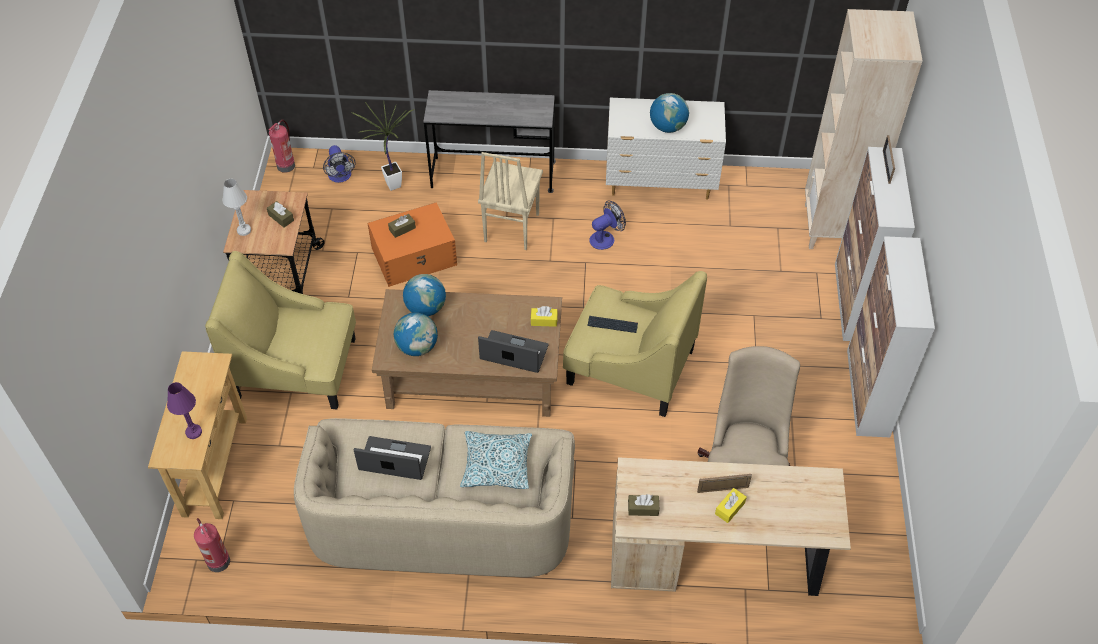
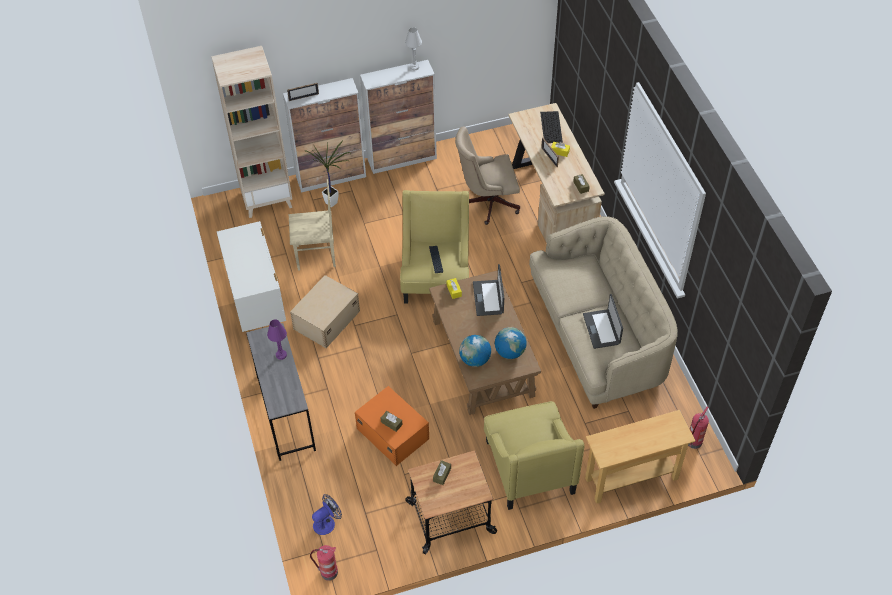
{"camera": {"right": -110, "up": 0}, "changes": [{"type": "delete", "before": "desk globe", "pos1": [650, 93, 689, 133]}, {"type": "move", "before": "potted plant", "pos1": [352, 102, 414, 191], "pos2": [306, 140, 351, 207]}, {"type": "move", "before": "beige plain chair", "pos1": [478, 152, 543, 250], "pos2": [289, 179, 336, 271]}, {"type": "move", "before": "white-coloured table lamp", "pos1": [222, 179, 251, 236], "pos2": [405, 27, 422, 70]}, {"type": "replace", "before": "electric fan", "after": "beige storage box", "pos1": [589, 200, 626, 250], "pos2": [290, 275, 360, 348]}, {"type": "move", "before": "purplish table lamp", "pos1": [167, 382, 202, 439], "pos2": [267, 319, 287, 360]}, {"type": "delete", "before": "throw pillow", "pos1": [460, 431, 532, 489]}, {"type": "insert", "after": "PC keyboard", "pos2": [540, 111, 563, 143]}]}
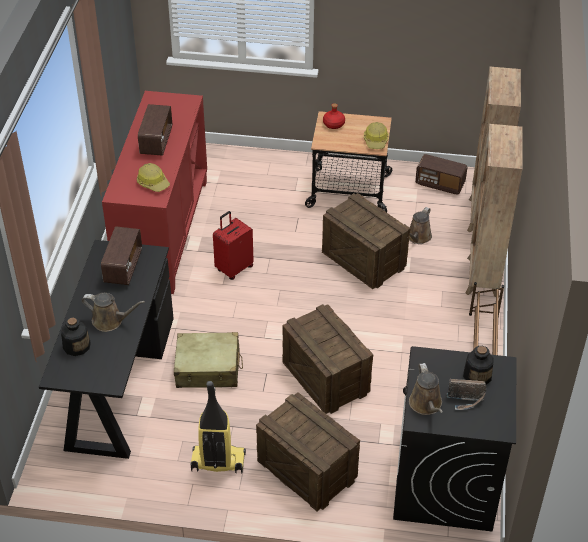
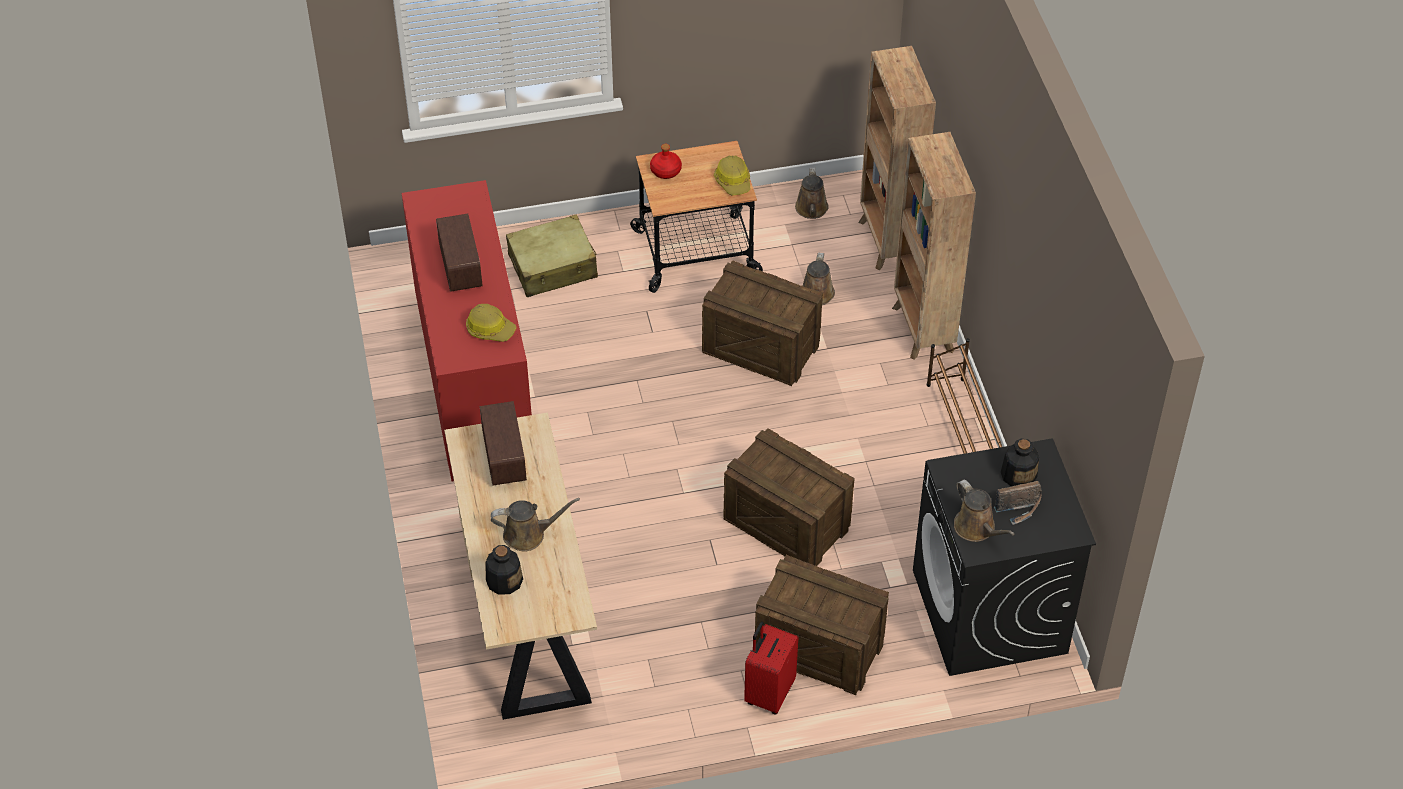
{"camera": {"right": -20, "up": 5}, "changes": [{"type": "replace", "before": "radio set", "after": "brown-coloured sprinkling can", "pos1": [415, 154, 468, 194], "pos2": [795, 168, 829, 219]}, {"type": "move", "before": "reddish travel case", "pos1": [213, 211, 254, 280], "pos2": [744, 622, 798, 714]}, {"type": "recolor", "before": "blackish desk unit", "after": "beige desk unit", "pos1": [39, 240, 174, 459], "pos2": [444, 413, 597, 720]}, {"type": "move", "before": "beige travel case", "pos1": [174, 332, 243, 388], "pos2": [506, 214, 598, 297]}, {"type": "delete", "before": "hoover", "pos1": [191, 381, 246, 473]}]}
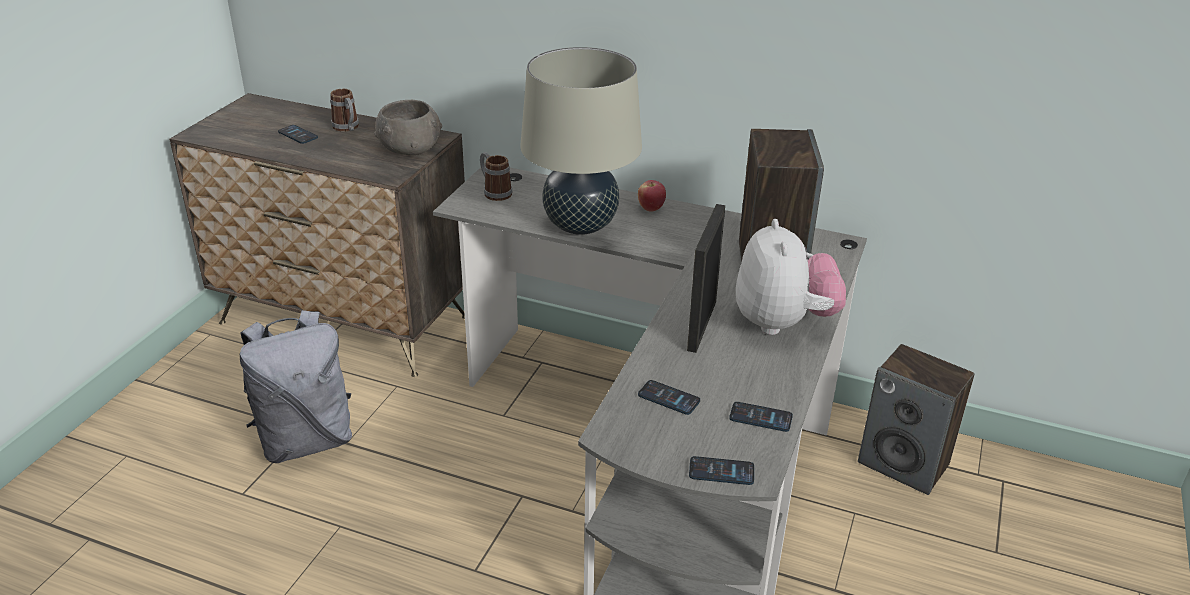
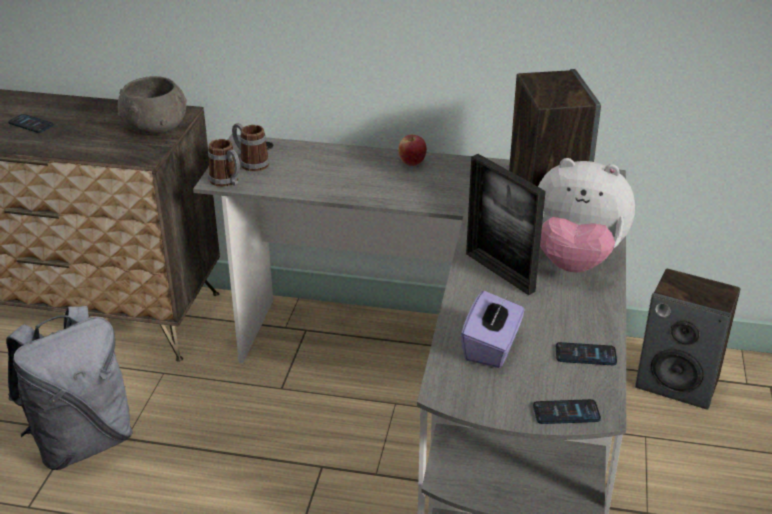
{"camera": {"right": -10, "up": 0}, "changes": [{"type": "delete", "before": "beige table lamp", "pos1": [520, 47, 642, 235]}, {"type": "move", "before": "mug", "pos1": [330, 89, 359, 131], "pos2": [208, 139, 240, 187]}, {"type": "rotate", "before": "photo frame", "pos1": [687, 204, 725, 353], "pos2": [466, 154, 546, 295], "turn": -45}, {"type": "rotate", "before": "plush toy", "pos1": [736, 219, 846, 335], "pos2": [538, 158, 635, 273], "turn": 120}, {"type": "replace", "before": "handset", "after": "purplish tissue holder", "pos1": [638, 380, 700, 415], "pos2": [461, 291, 524, 368]}]}
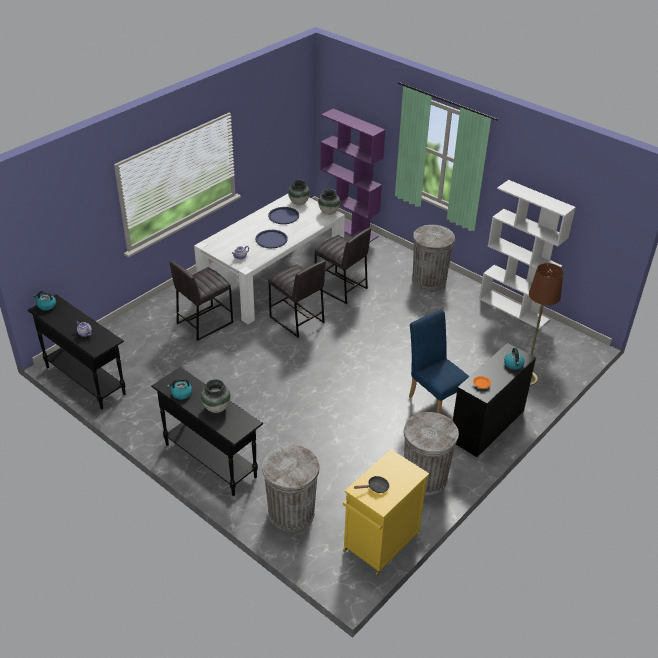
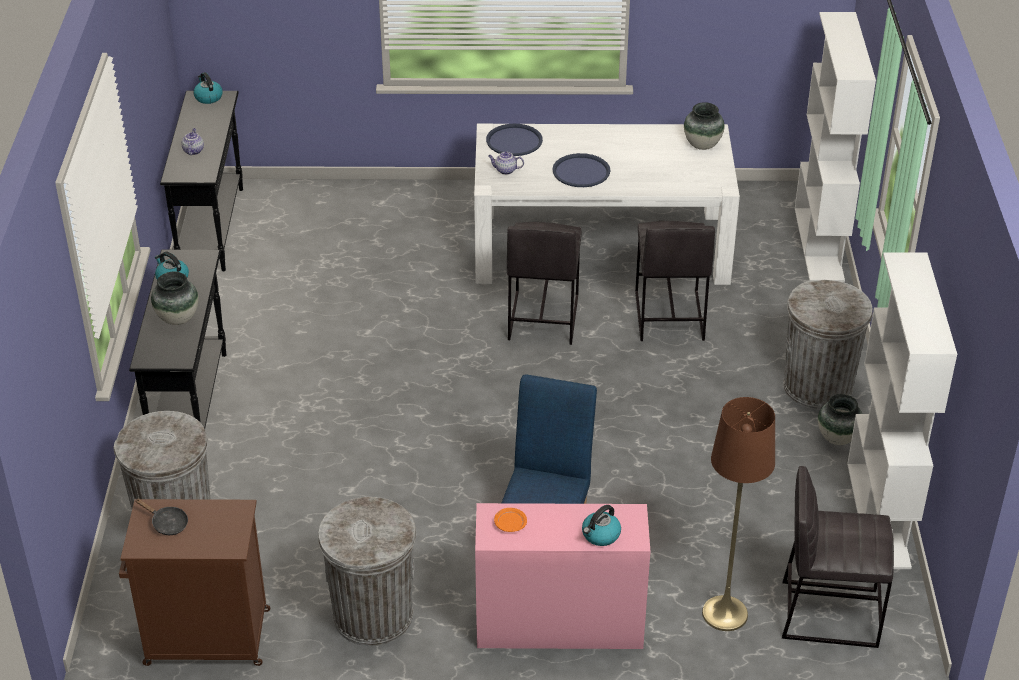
{"camera": {"right": 50, "up": 0}, "changes": [{"type": "recolor", "before": "purplish shelving unit", "after": "white-coloured shelving unit", "pos1": [320, 108, 385, 242], "pos2": [795, 12, 876, 282]}, {"type": "move", "before": "flower vase", "pos1": [318, 189, 340, 215], "pos2": [818, 394, 862, 445]}, {"type": "move", "before": "blue carrying tray", "pos1": [268, 207, 299, 224], "pos2": [486, 124, 543, 156]}, {"type": "move", "before": "grey stool seat", "pos1": [170, 261, 233, 341], "pos2": [782, 466, 894, 648]}, {"type": "recolor", "before": "blackish desk unit", "after": "pink desk unit", "pos1": [453, 343, 536, 457], "pos2": [475, 503, 651, 649]}, {"type": "recolor", "before": "yellow storage cabinet", "after": "brown-coloured storage cabinet", "pos1": [343, 449, 429, 576], "pos2": [119, 499, 270, 666]}]}
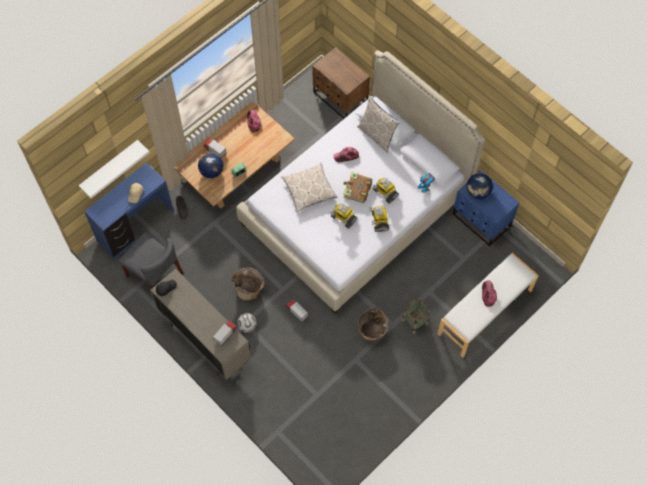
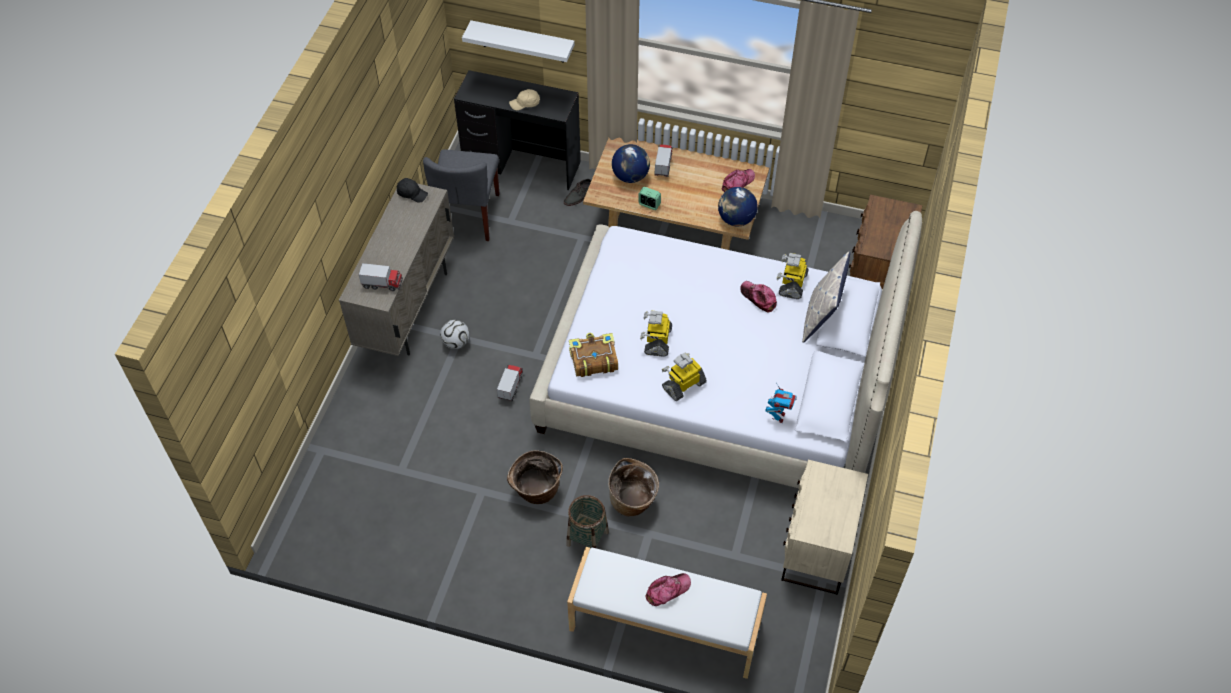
{"camera": {"right": 60, "up": -10}, "changes": [{"type": "recolor", "before": "blue desk unit", "after": "blackish desk unit", "pos1": [84, 162, 174, 259], "pos2": [454, 70, 581, 190]}, {"type": "delete", "before": "throw pillow", "pos1": [281, 163, 338, 212]}, {"type": "recolor", "before": "blue bedside table", "after": "beige bedside table", "pos1": [453, 170, 519, 246], "pos2": [781, 459, 868, 595]}, {"type": "move", "before": "book", "pos1": [343, 172, 372, 203], "pos2": [569, 333, 618, 377]}, {"type": "move", "before": "desk globe", "pos1": [467, 173, 493, 199], "pos2": [718, 187, 758, 226]}, {"type": "move", "before": "toy robot", "pos1": [373, 177, 399, 204], "pos2": [777, 253, 809, 299]}, {"type": "move", "before": "basket", "pos1": [231, 267, 265, 300], "pos2": [608, 458, 659, 516]}]}
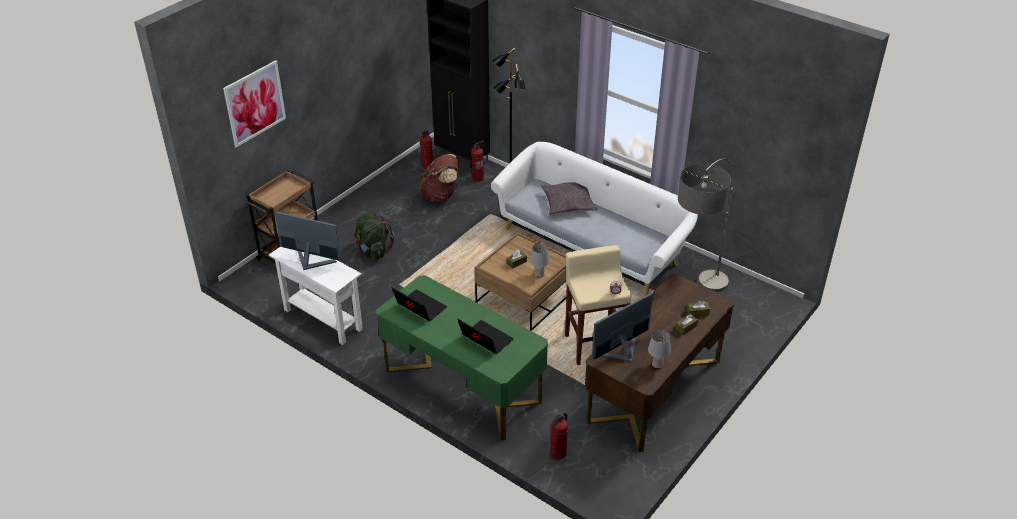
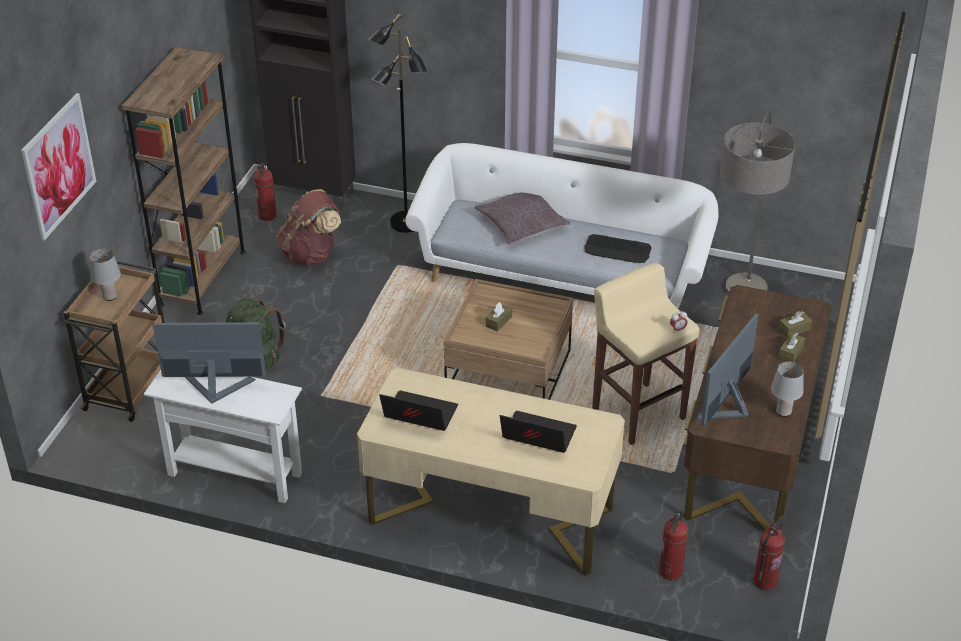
{"camera": {"right": -20, "up": 0}, "changes": [{"type": "move", "before": "fire extinguisher", "pos1": [469, 140, 484, 182], "pos2": [753, 516, 785, 590]}, {"type": "move", "before": "grey table lamp", "pos1": [530, 243, 550, 278], "pos2": [90, 249, 121, 301]}, {"type": "recolor", "before": "green desk unit", "after": "beige desk unit", "pos1": [376, 275, 548, 440], "pos2": [357, 368, 625, 576]}, {"type": "insert", "after": "brown-coloured shelving unit", "pos2": [122, 47, 246, 315]}, {"type": "insert", "after": "PC keyboard", "pos2": [584, 234, 652, 263]}]}
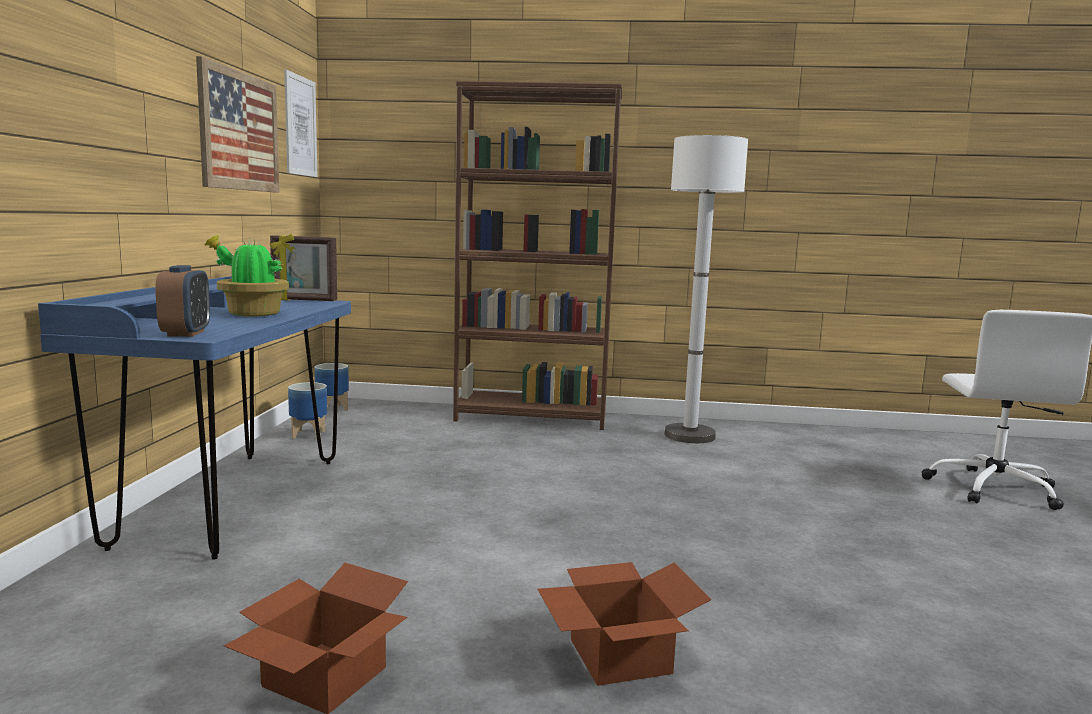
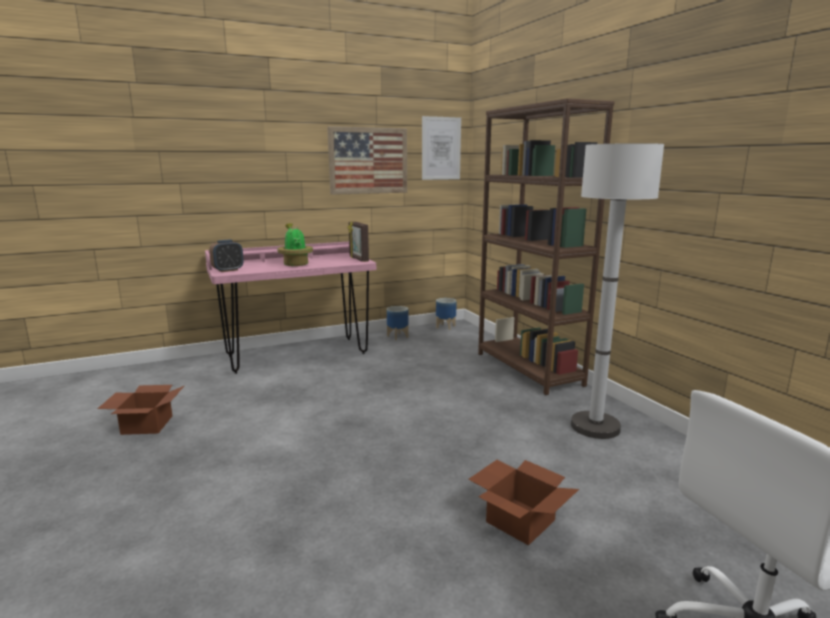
{"camera": {"right": 60, "up": 5}, "changes": [{"type": "recolor", "before": "blue desk unit", "after": "pink desk unit", "pos1": [38, 276, 351, 560], "pos2": [205, 241, 376, 374]}, {"type": "move", "before": "cardboard box", "pos1": [537, 562, 711, 686], "pos2": [468, 460, 579, 545]}]}
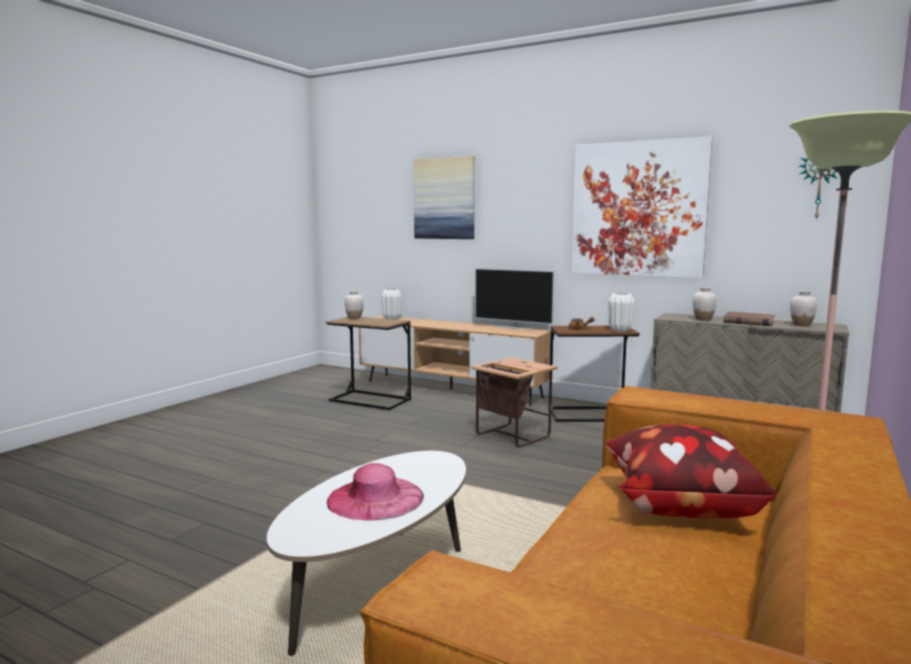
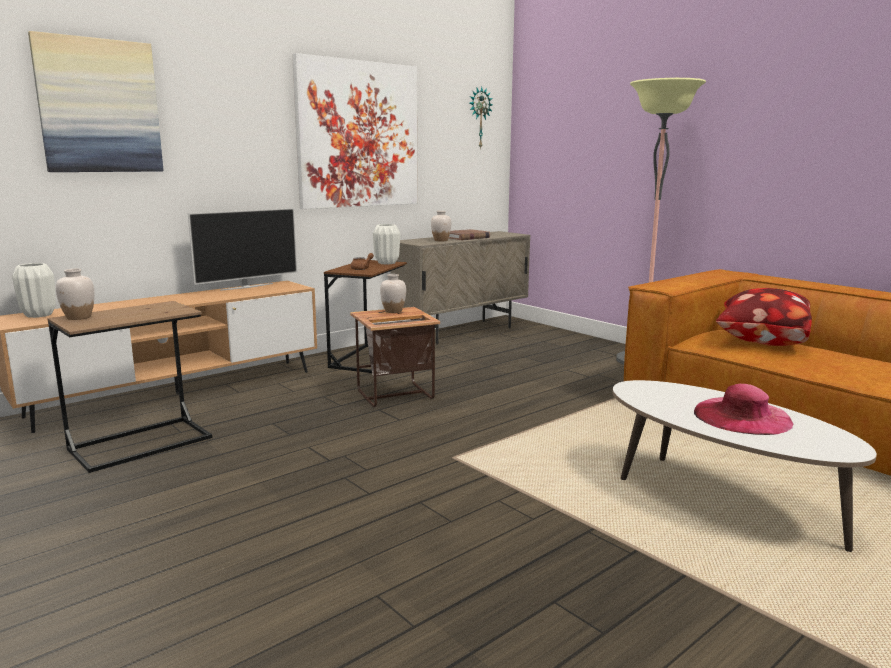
{"camera": {"right": -70, "up": 5}, "changes": [{"type": "move", "before": "white-coloured flower vase", "pos1": [790, 291, 817, 326], "pos2": [380, 274, 406, 313]}]}
